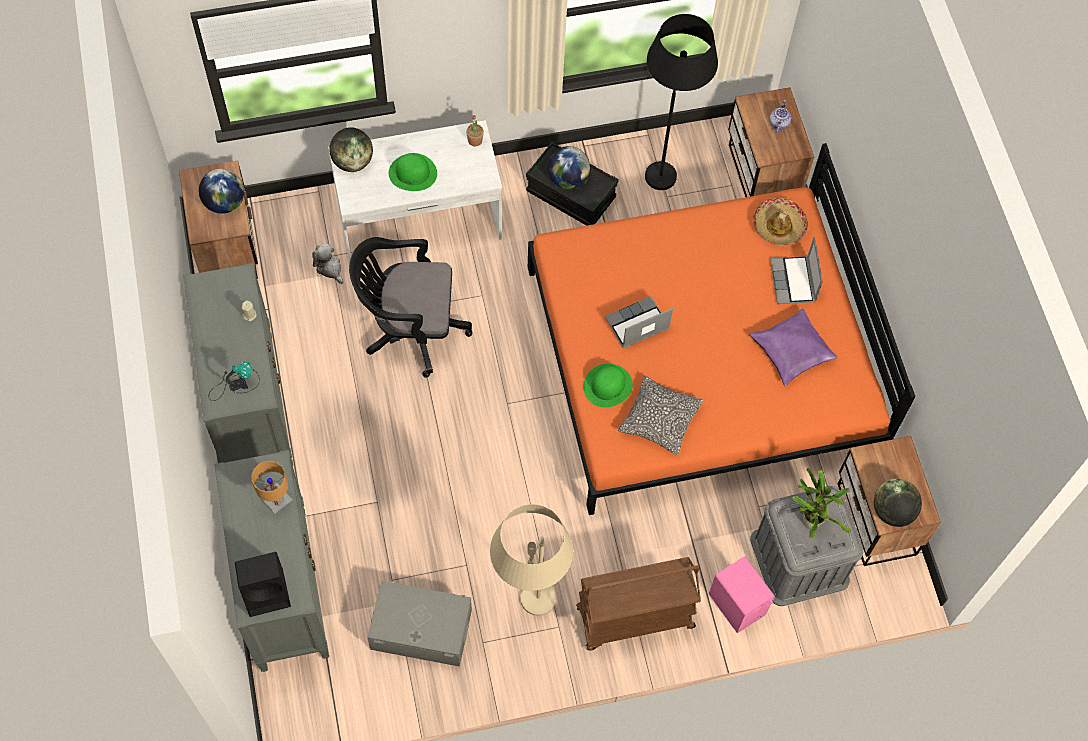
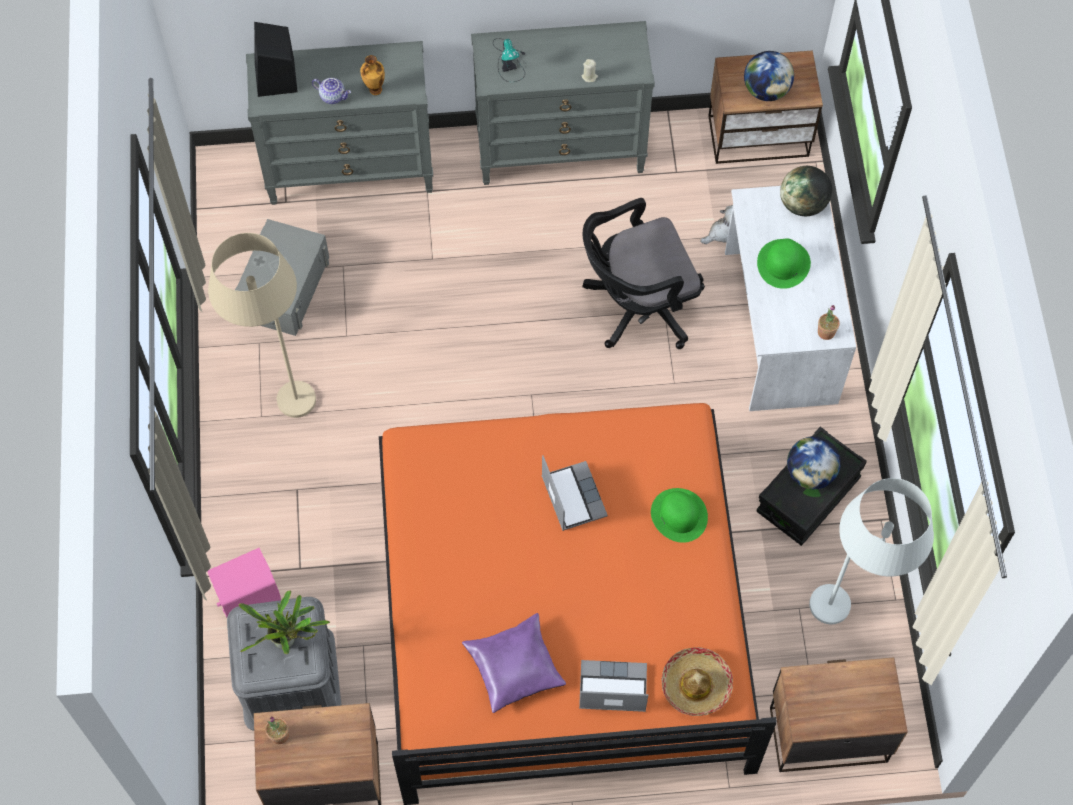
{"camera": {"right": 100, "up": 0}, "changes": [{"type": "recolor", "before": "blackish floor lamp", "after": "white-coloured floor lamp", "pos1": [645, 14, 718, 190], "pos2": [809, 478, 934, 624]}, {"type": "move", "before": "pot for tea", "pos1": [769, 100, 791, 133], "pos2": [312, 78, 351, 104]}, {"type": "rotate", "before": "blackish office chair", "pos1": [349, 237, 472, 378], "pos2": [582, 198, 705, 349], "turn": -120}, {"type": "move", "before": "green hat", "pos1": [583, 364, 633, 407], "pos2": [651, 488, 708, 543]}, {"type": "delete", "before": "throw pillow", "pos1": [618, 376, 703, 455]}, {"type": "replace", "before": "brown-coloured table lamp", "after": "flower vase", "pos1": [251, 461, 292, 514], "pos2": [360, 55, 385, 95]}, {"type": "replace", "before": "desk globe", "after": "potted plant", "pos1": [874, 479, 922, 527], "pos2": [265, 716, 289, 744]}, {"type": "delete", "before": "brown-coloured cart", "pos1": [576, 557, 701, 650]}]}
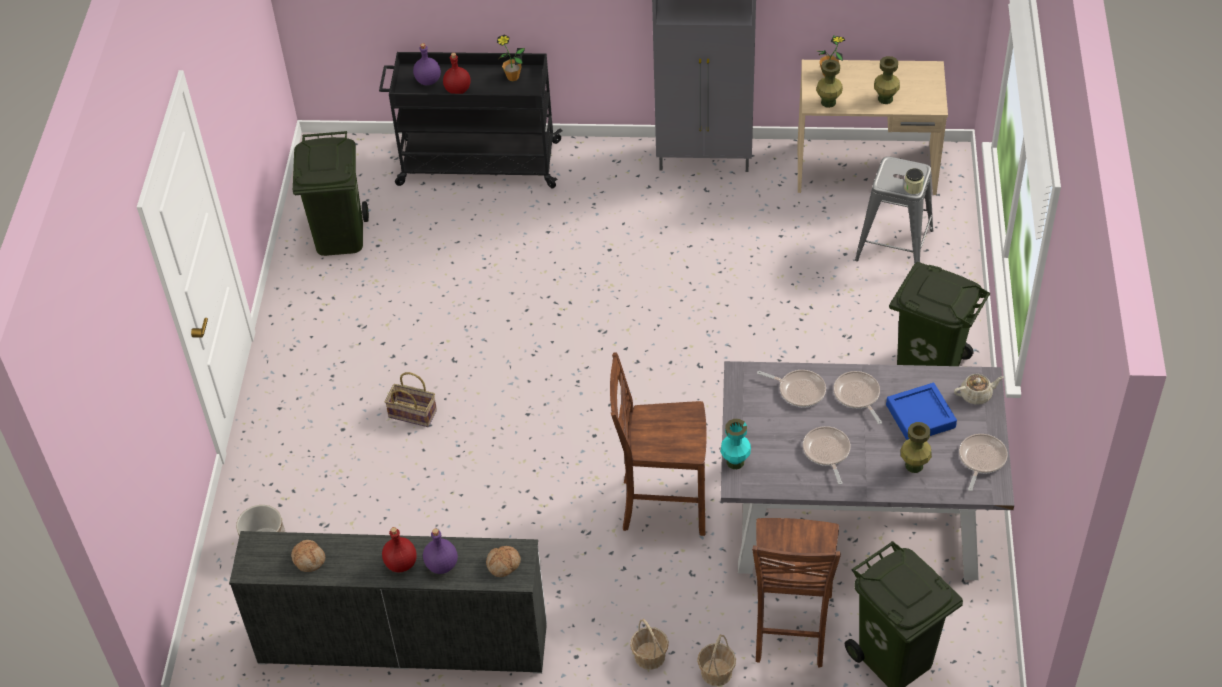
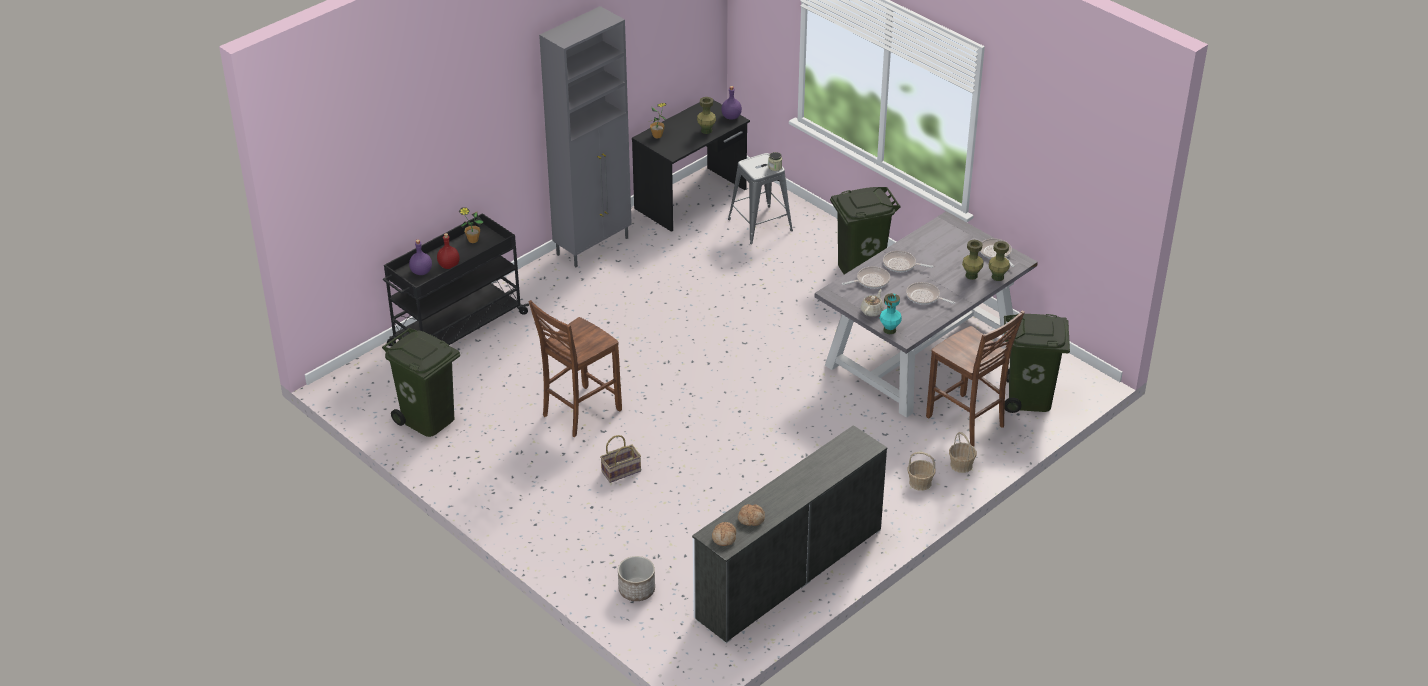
{"camera": {"right": -50, "up": -10}, "changes": [{"type": "recolor", "before": "beige desk unit", "after": "blackish desk unit", "pos1": [798, 60, 948, 195], "pos2": [632, 100, 750, 232]}, {"type": "move", "before": "green flower vase", "pos1": [816, 60, 843, 108], "pos2": [988, 241, 1010, 281]}, {"type": "move", "before": "brown-coloured plain chair", "pos1": [610, 352, 707, 536], "pos2": [528, 300, 622, 437]}, {"type": "move", "before": "beige pot for tea", "pos1": [954, 374, 1004, 405], "pos2": [861, 289, 884, 317]}, {"type": "delete", "before": "blue carrying tray", "pos1": [886, 383, 957, 440]}, {"type": "delete", "before": "reddish drink bottle", "pos1": [382, 527, 417, 572]}, {"type": "move", "before": "purplish drink bottle", "pos1": [423, 528, 458, 574], "pos2": [721, 86, 742, 120]}, {"type": "move", "before": "bread", "pos1": [486, 546, 521, 577], "pos2": [712, 522, 736, 546]}]}
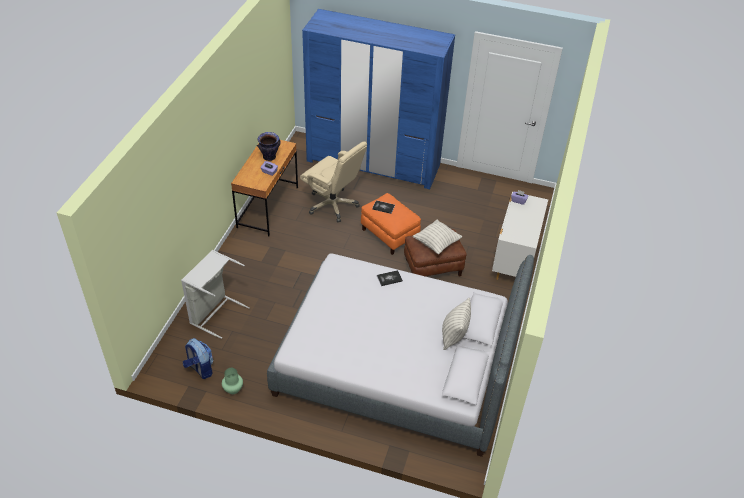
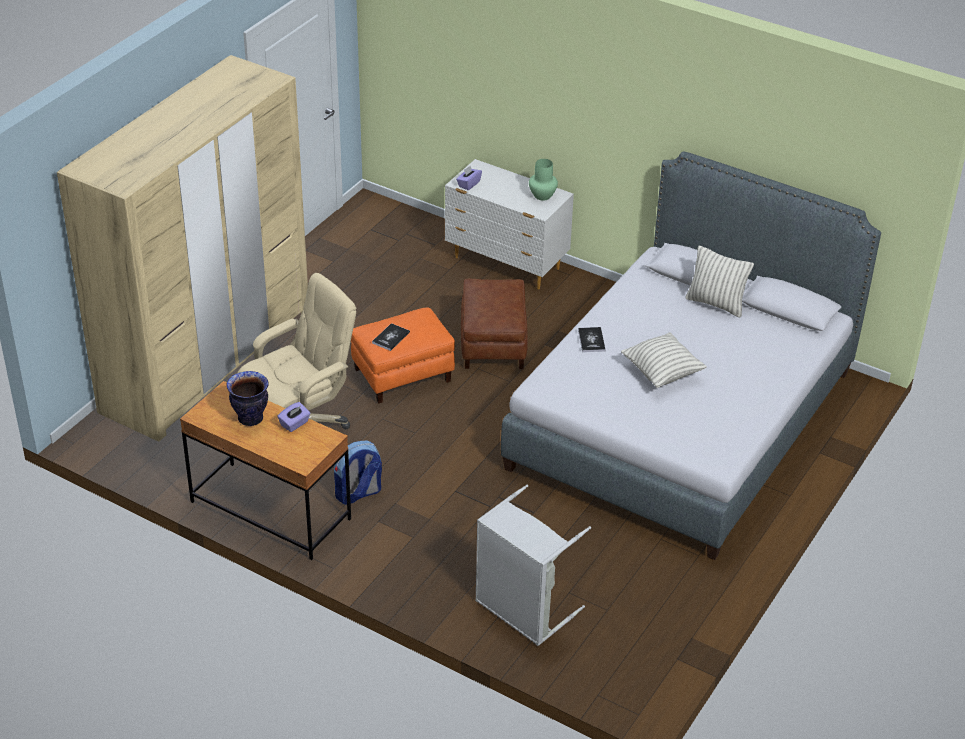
{"camera": {"right": -75, "up": -5}, "changes": [{"type": "recolor", "before": "blue wardrobe", "after": "beige wardrobe", "pos1": [302, 9, 455, 189], "pos2": [57, 55, 308, 442]}, {"type": "move", "before": "throw pillow", "pos1": [413, 220, 462, 254], "pos2": [621, 332, 707, 388]}, {"type": "move", "before": "knapsack", "pos1": [183, 338, 213, 379], "pos2": [334, 441, 382, 505]}, {"type": "move", "before": "green flower vase", "pos1": [222, 368, 243, 394], "pos2": [529, 159, 558, 201]}]}
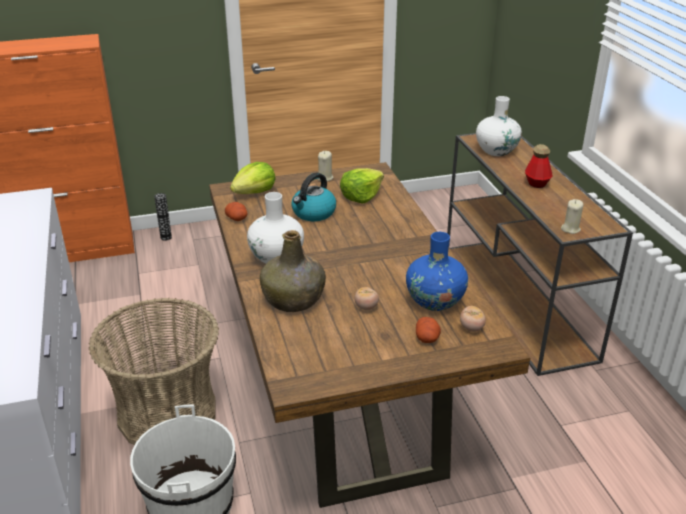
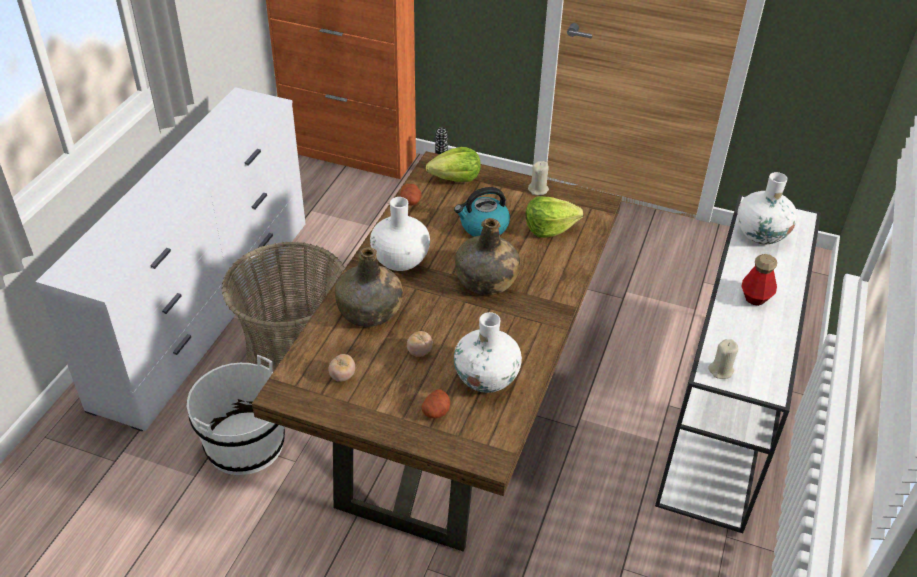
{"camera": {"right": 35, "up": 10}, "changes": [{"type": "recolor", "before": "brown-coloured narrow table", "after": "white-coloured narrow table", "pos1": [447, 133, 633, 376], "pos2": [655, 194, 821, 533]}, {"type": "recolor", "before": "blue flower vase", "after": "white-coloured flower vase", "pos1": [406, 232, 468, 311], "pos2": [454, 312, 522, 393]}, {"type": "move", "before": "fresh tomato", "pos1": [460, 306, 486, 332], "pos2": [328, 354, 355, 382]}, {"type": "insert", "after": "green drink bottle", "pos2": [455, 218, 520, 295]}]}
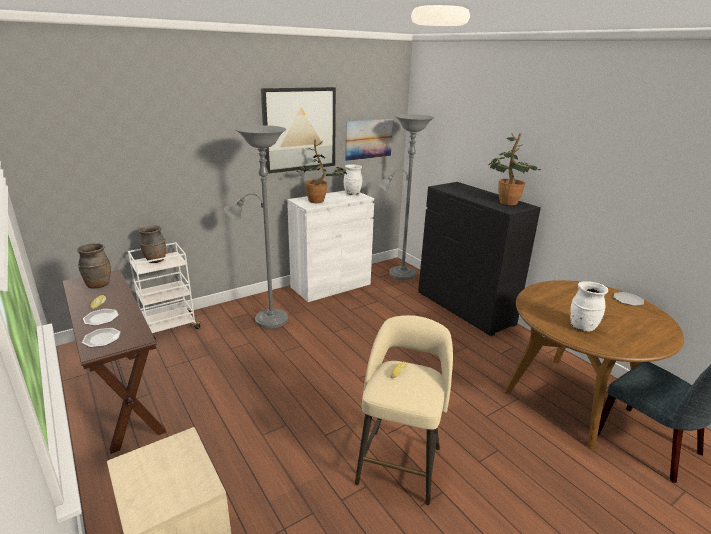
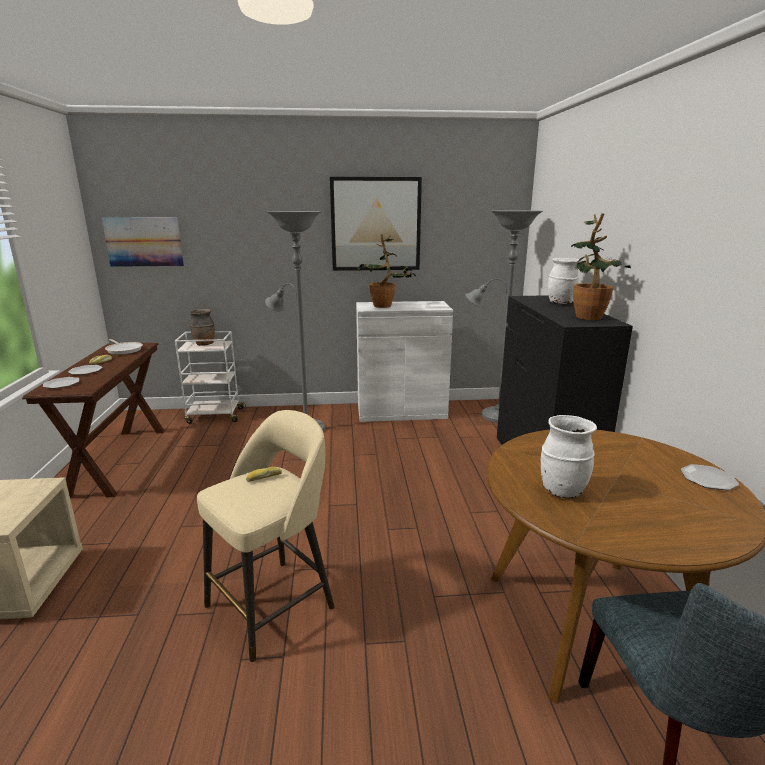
{"camera": {"right": 30, "up": -5}, "changes": [{"type": "move", "before": "wall picture", "pos1": [345, 119, 393, 161], "pos2": [102, 217, 184, 267]}, {"type": "move", "before": "white-coloured flower vase", "pos1": [344, 164, 363, 195], "pos2": [548, 258, 580, 304]}, {"type": "replace", "before": "brown-coloured flower vase", "after": "skillet", "pos1": [77, 243, 111, 288], "pos2": [105, 339, 143, 355]}]}
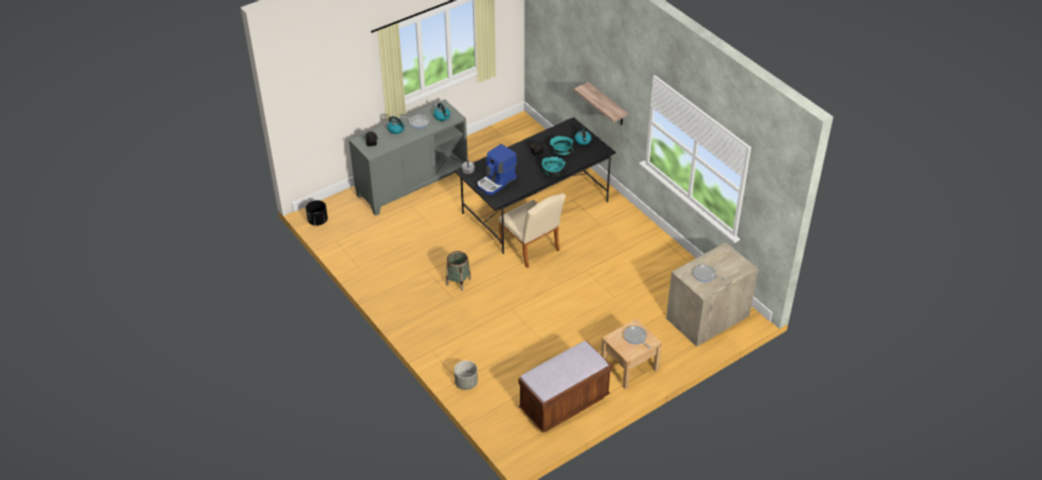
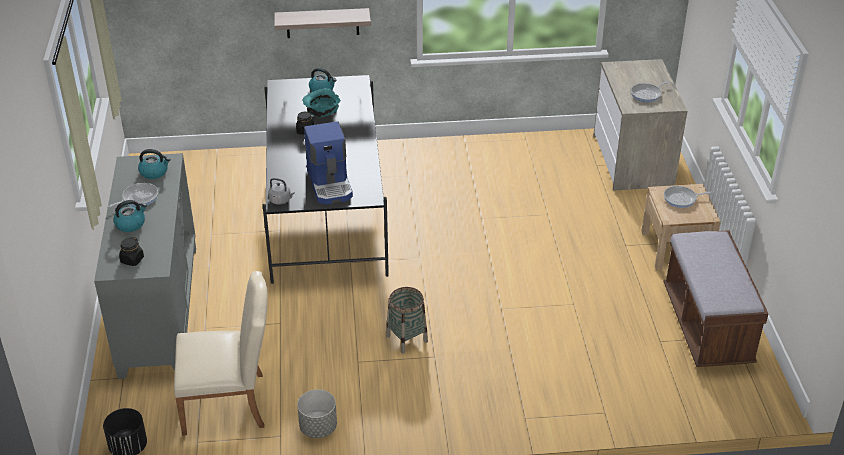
{"camera": {"right": -60, "up": -5}, "changes": [{"type": "delete", "before": "turquoise-coloured deep dish", "pos1": [542, 157, 565, 177]}, {"type": "move", "before": "beige plain chair", "pos1": [499, 193, 566, 268], "pos2": [174, 271, 268, 436]}, {"type": "move", "before": "grey planter", "pos1": [454, 361, 478, 390], "pos2": [297, 389, 337, 438]}]}
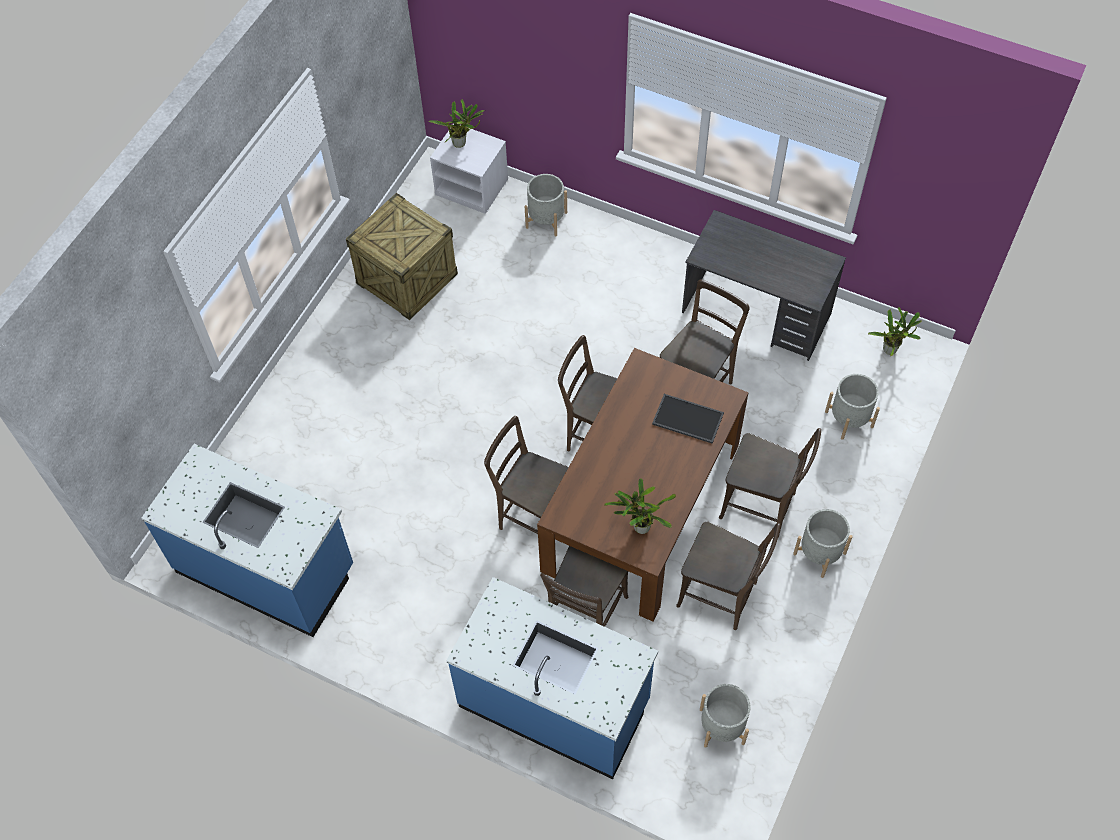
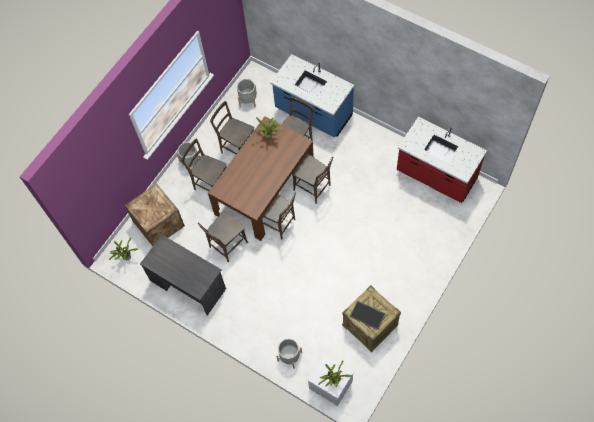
{"camera": {"right": -170, "up": 5}, "changes": [{"type": "replace", "before": "grey planter", "after": "packing crate", "pos1": [825, 374, 880, 440], "pos2": [125, 183, 185, 246]}, {"type": "move", "before": "carrying tray", "pos1": [652, 394, 724, 444], "pos2": [350, 301, 386, 330]}, {"type": "recolor", "before": "blue counter", "after": "reddish counter", "pos1": [141, 444, 353, 637], "pos2": [397, 117, 487, 203]}]}
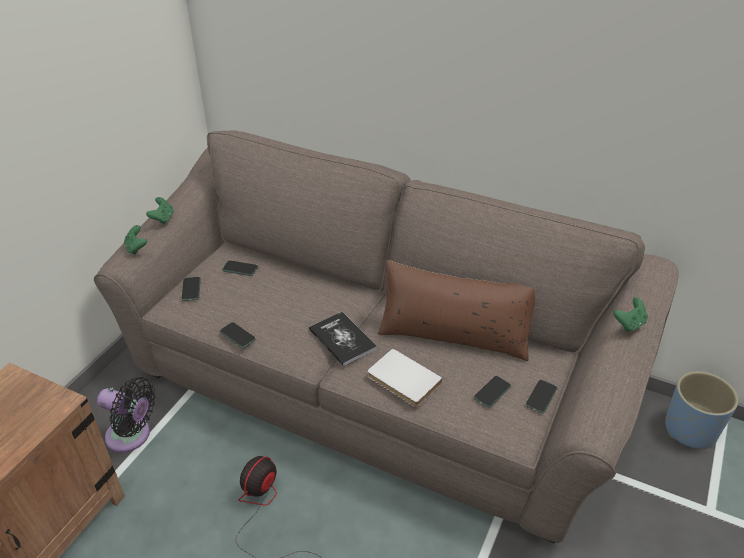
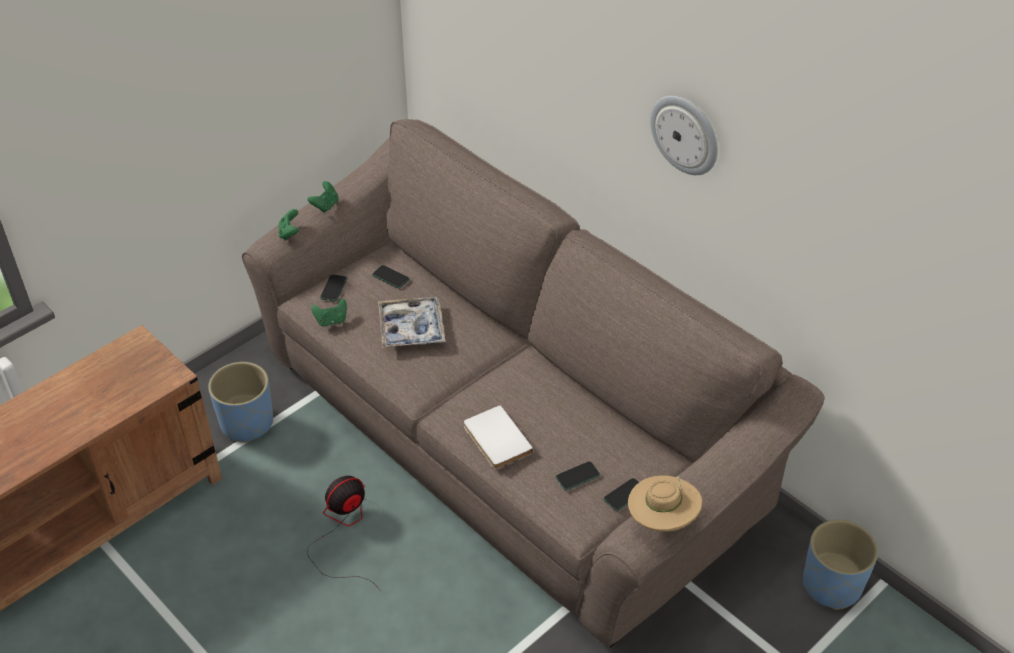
{"camera": {"right": 20, "up": 5}, "changes": [{"type": "delete", "before": "brown-coloured throw pillow", "pos1": [378, 260, 535, 361]}, {"type": "move", "before": "green gamepad", "pos1": [613, 298, 648, 332], "pos2": [311, 299, 347, 326]}, {"type": "delete", "before": "book", "pos1": [309, 311, 377, 367]}, {"type": "delete", "before": "handset", "pos1": [219, 322, 256, 348]}, {"type": "replace", "before": "blackish electric fan", "after": "blue planter", "pos1": [97, 377, 155, 453], "pos2": [208, 362, 273, 443]}, {"type": "insert", "after": "clock on the wall", "pos2": [650, 96, 718, 175]}, {"type": "insert", "after": "carrying tray", "pos2": [378, 297, 445, 348]}, {"type": "insert", "after": "beige hat", "pos2": [628, 475, 702, 532]}]}
